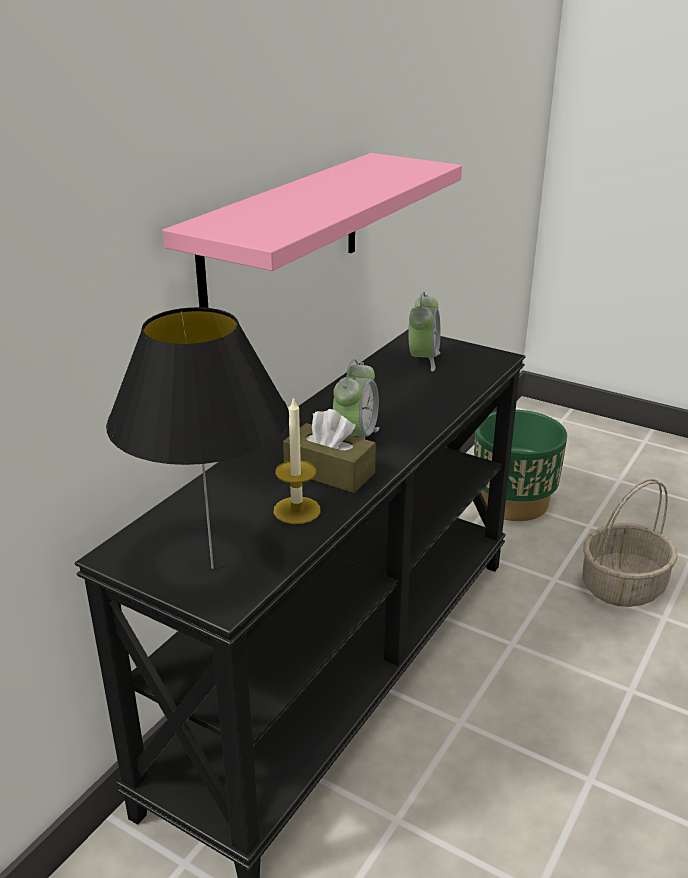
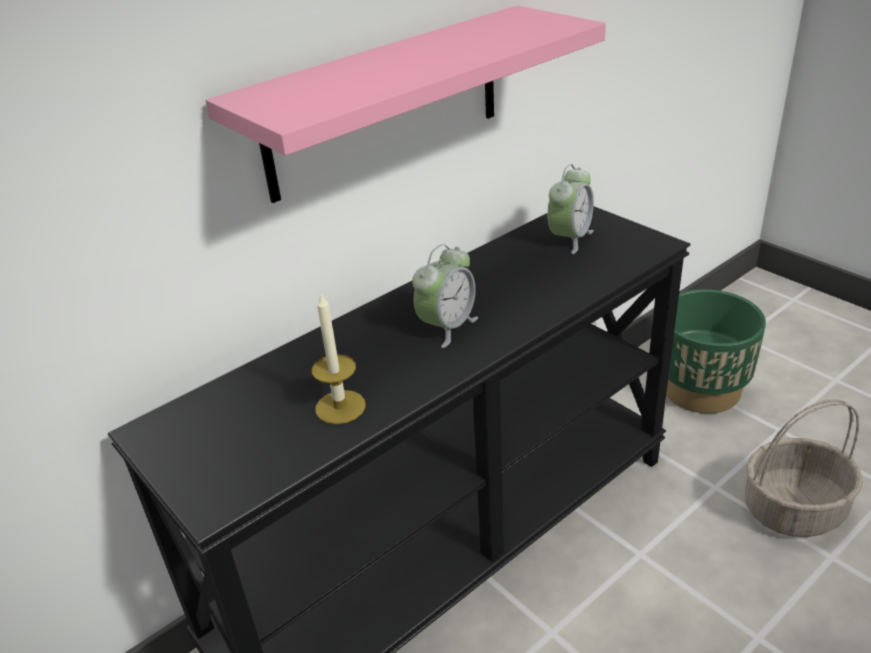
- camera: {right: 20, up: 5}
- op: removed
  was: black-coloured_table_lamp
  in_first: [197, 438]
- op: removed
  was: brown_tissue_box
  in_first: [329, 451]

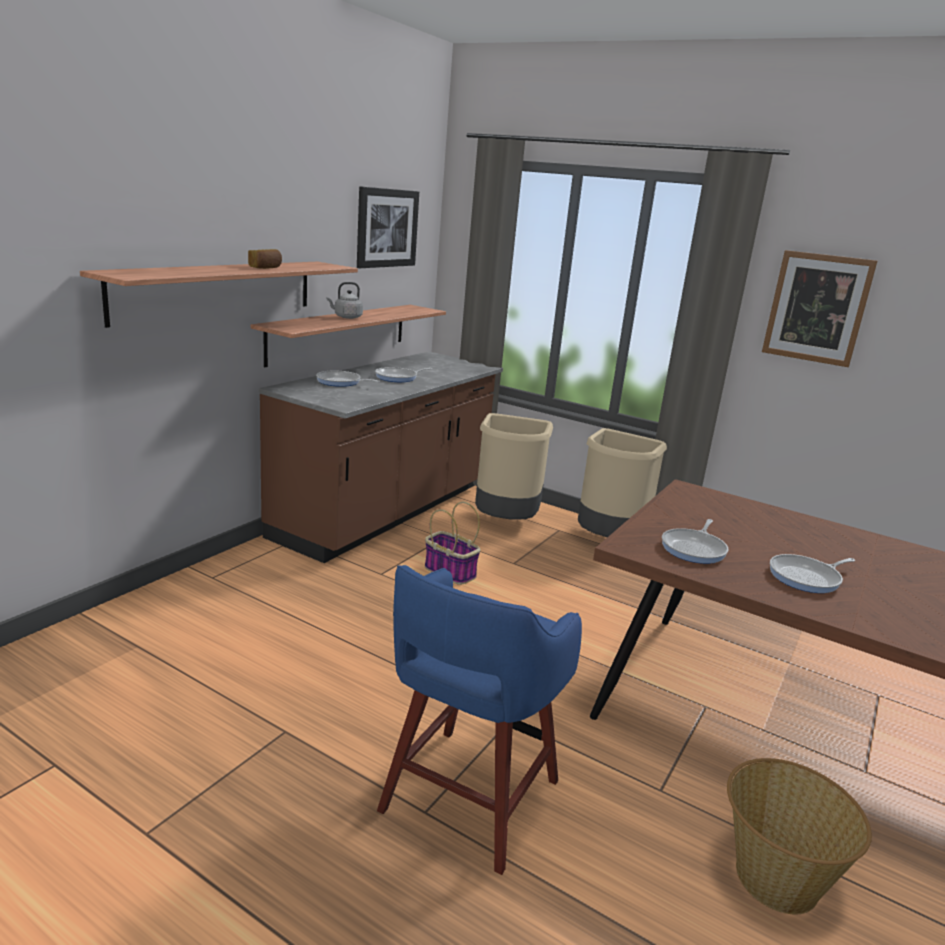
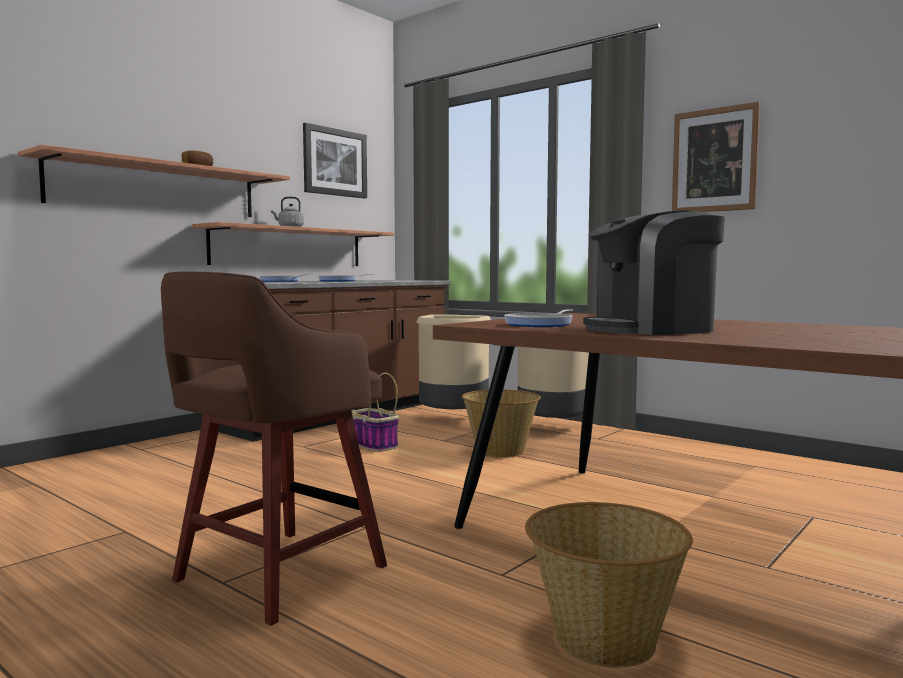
- camera: {right: 10, up: -15}
- op: added
  now: household_basket
  in_second: [501, 423]
- op: replaced
  was: frying_pan
  now: coffee_machine
  in_first: [812, 573]
  in_second: [654, 273]
- op: recoloured
  was: bluish_stool_seat
  now: brown_stool_seat
  in_first: [479, 720]
  in_second: [274, 448]

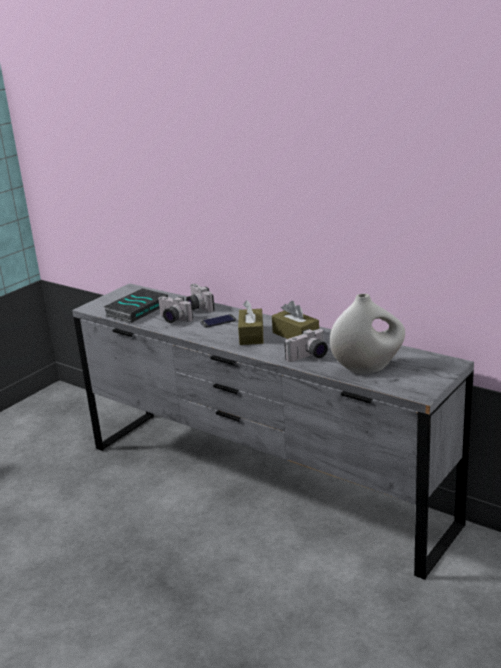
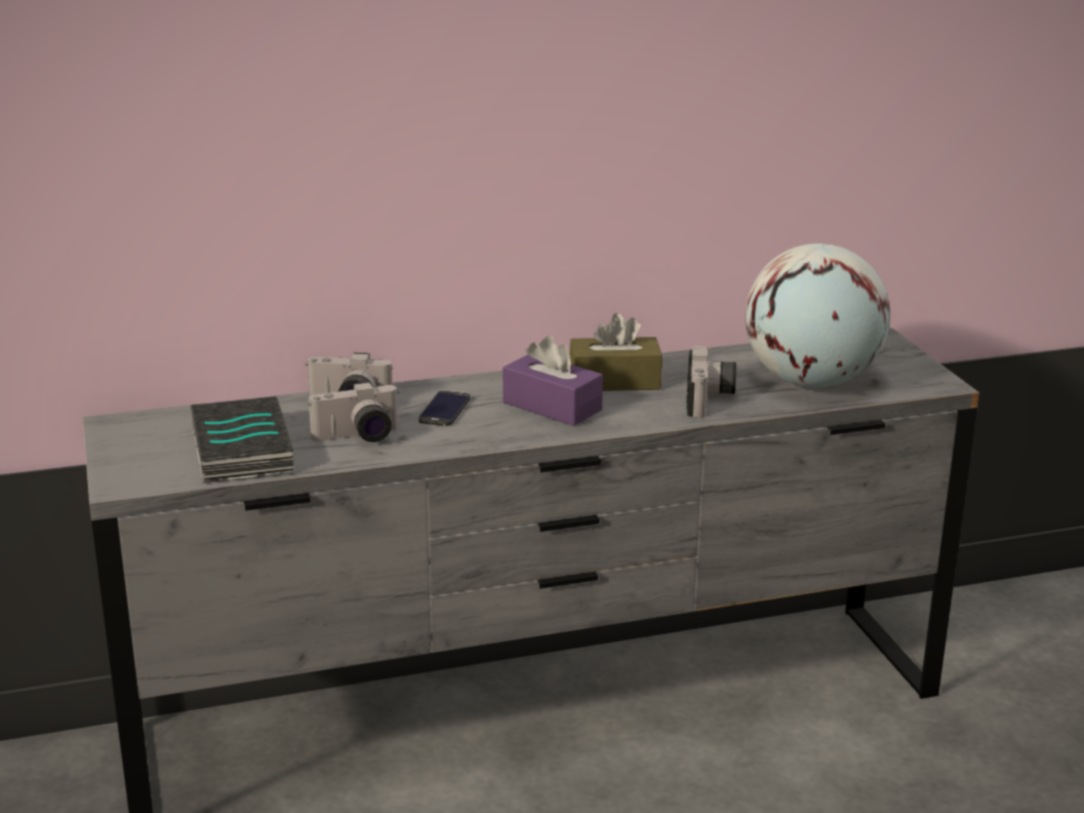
- camera: {right: -55, up: 0}
- op: replaced
  was: whitish_vase
  now: world_globe
  in_first: [367, 334]
  in_second: [817, 315]
- op: recoloured
  was: brown_tissue_box
  now: purple_tissue_box
  in_first: [250, 322]
  in_second: [553, 381]

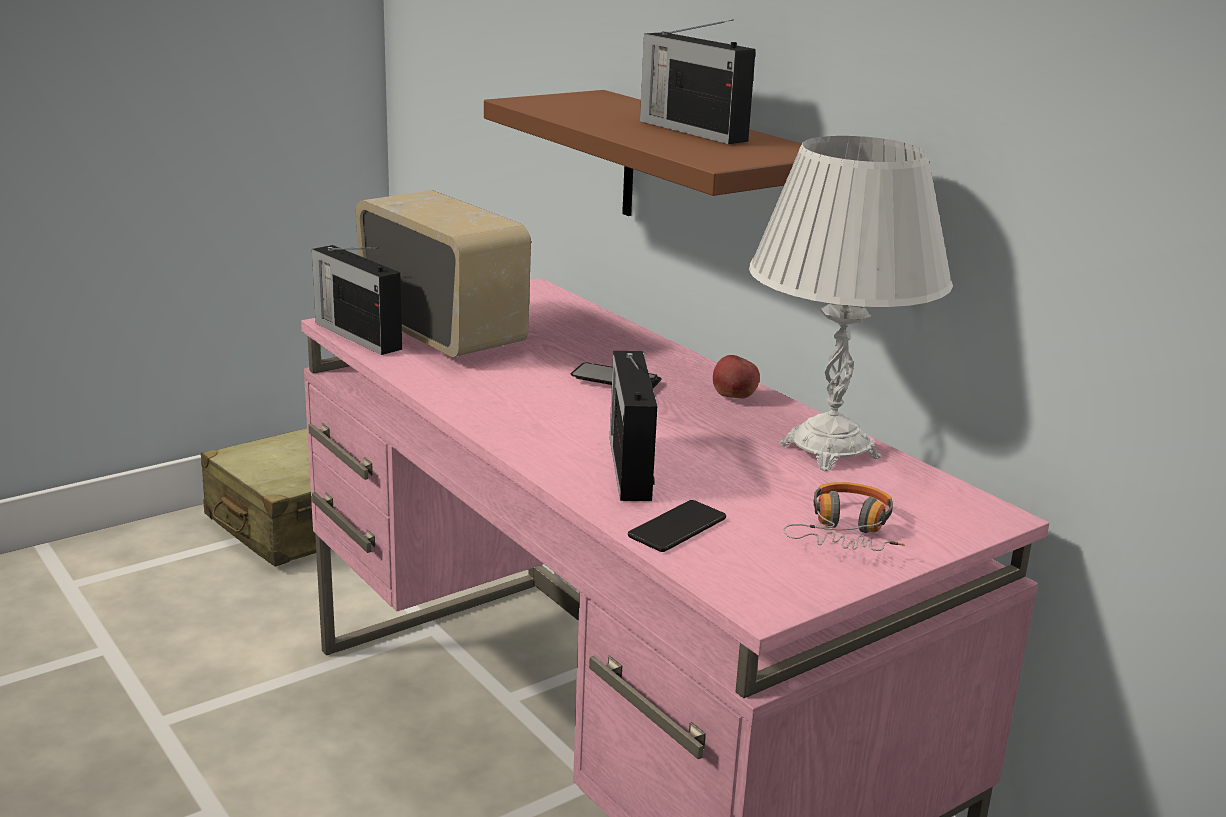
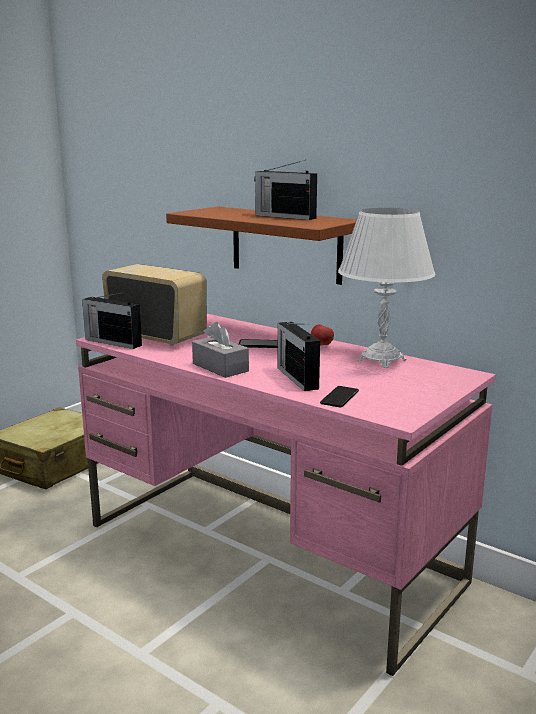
- camera: {right: -15, up: -5}
- op: removed
  was: pair_of_headphones
  in_first: [844, 516]
- op: added
  now: gray_tissue_box
  in_second: [220, 350]

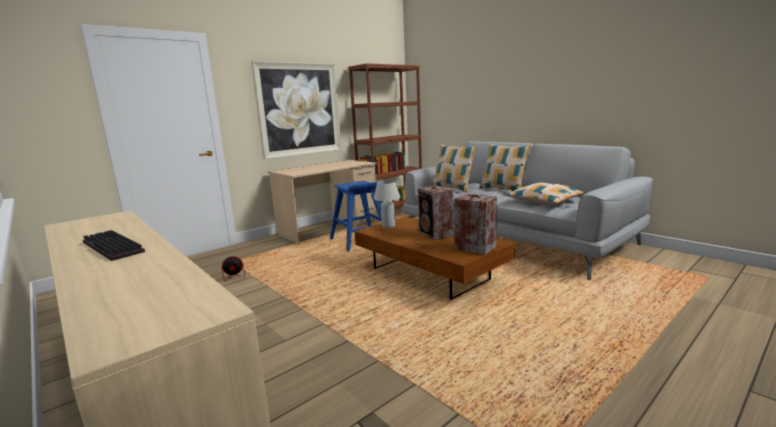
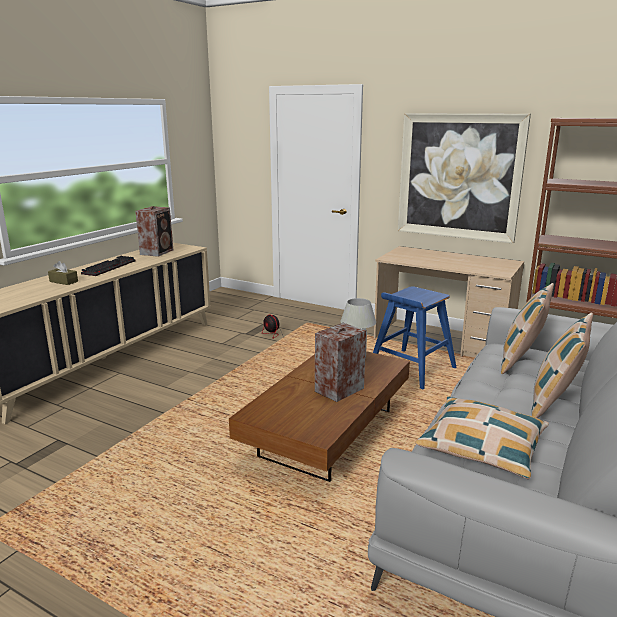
- camera: {right: 70, up: 5}
- op: added
  now: brown_tissue_box
  in_second: [63, 273]
- op: moved
  was: speaker
  in_first: [475, 224]
  in_second: [154, 231]

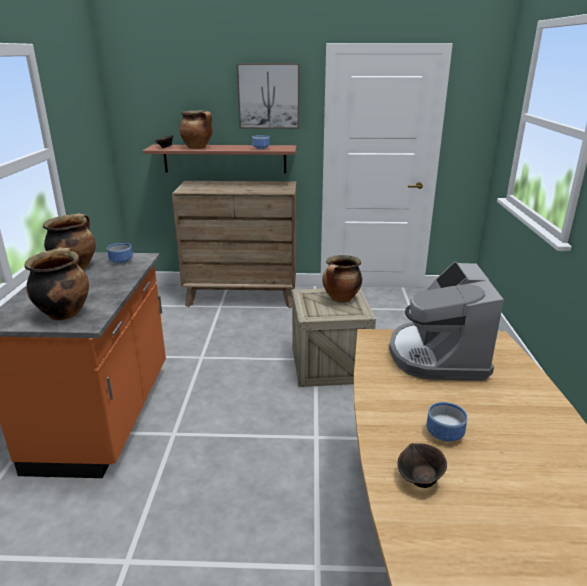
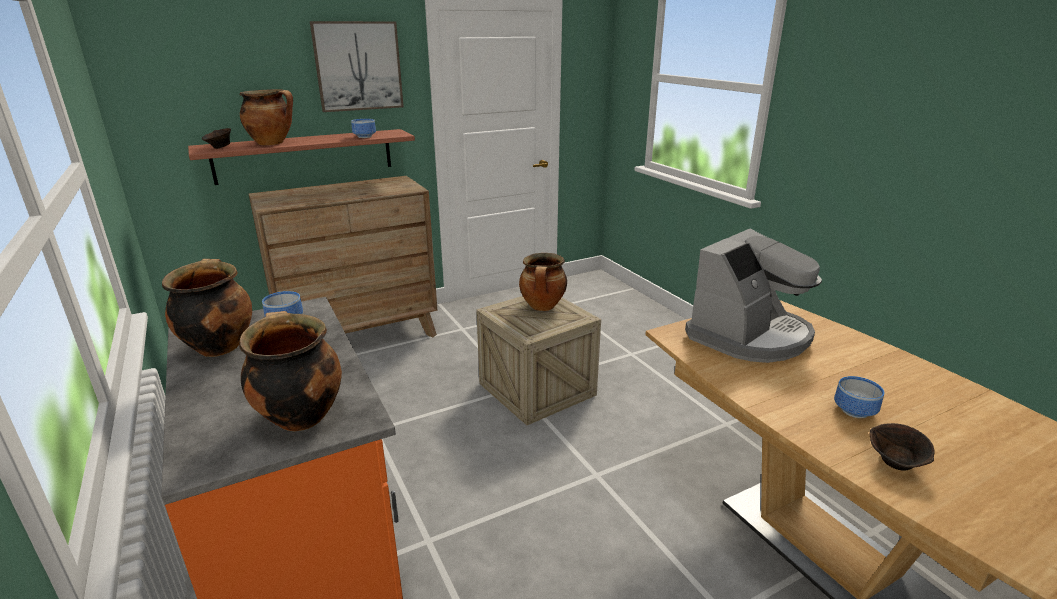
- camera: {right: -30, up: 0}
- op: turned
  was: coffee_machine
  in_first: [446, 321]
  in_second: [753, 296]
  clockwise: -105

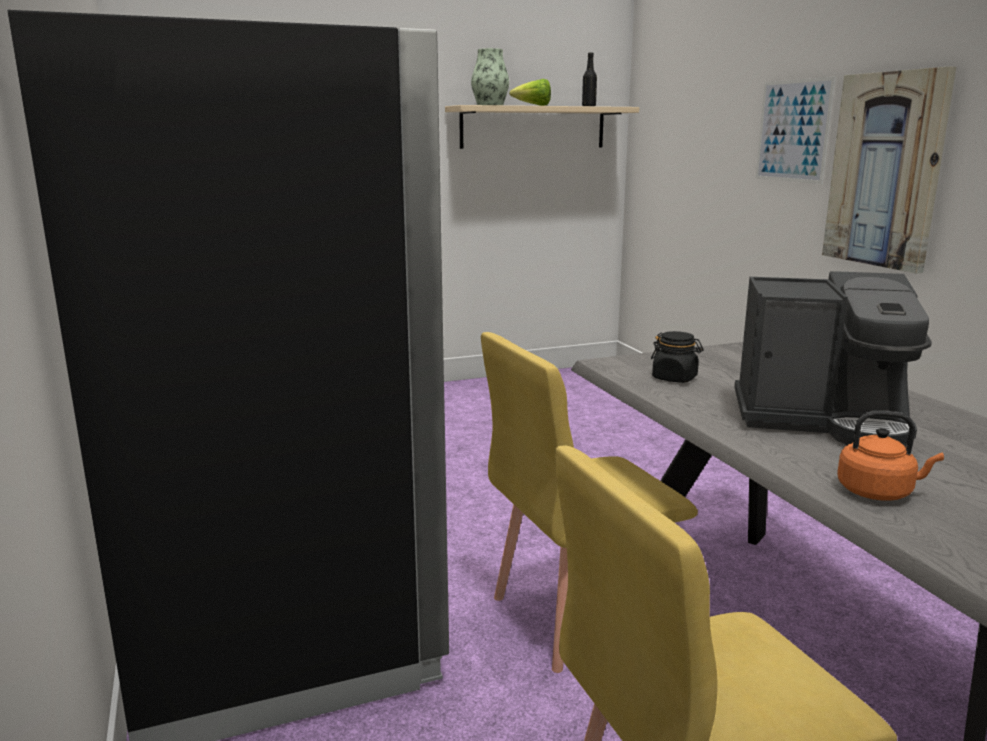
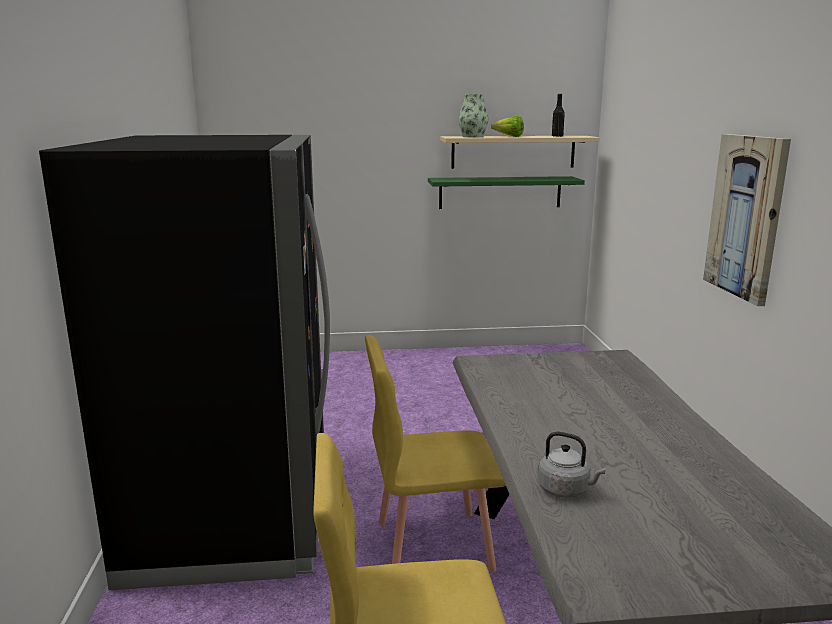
- camera: {right: 15, up: 0}
- op: removed
  was: black-coloured_preserve_jar
  in_first: [677, 357]
- op: removed
  was: coffee_machine
  in_first: [833, 359]
- op: removed
  was: picture
  in_first: [796, 130]
- op: added
  now: green_wall_shelf
  in_second: [506, 192]
- op: recoloured
  was: orangey_tea_kettle
  now: gray_tea_kettle
  in_first: [890, 455]
  in_second: [572, 465]

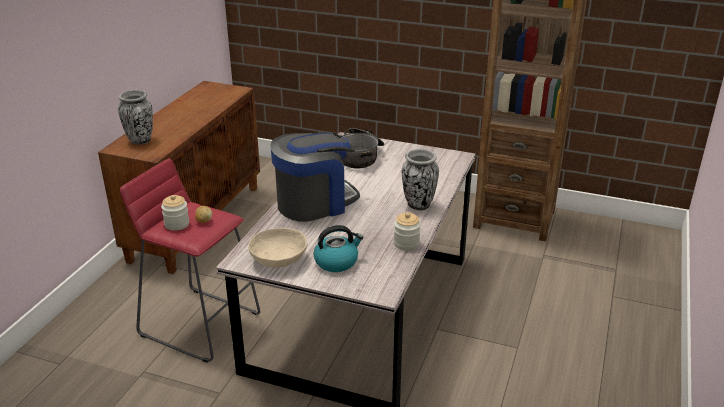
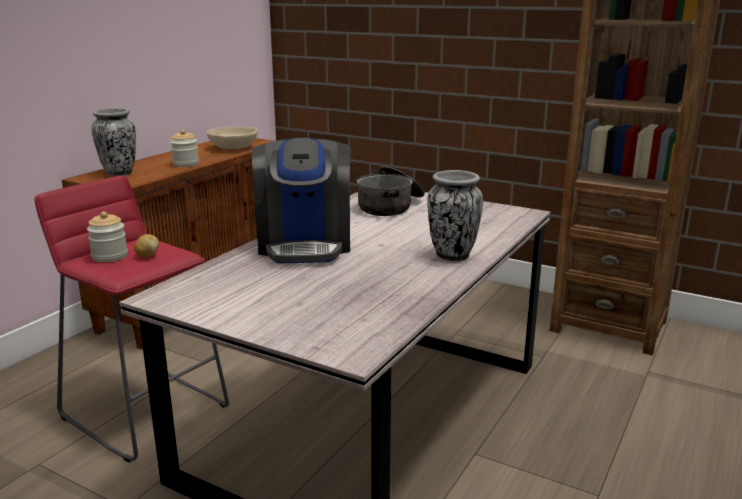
- camera: {right: 10, up: -10}
- op: removed
  was: tea_kettle
  in_first: [338, 248]
- op: moved
  was: sand-coloured_serving_bowl
  in_first: [277, 247]
  in_second: [232, 138]
- op: moved
  was: preserve_jar
  in_first: [407, 231]
  in_second: [184, 148]
- op: turned
  was: coffee_machine
  in_first: [315, 177]
  in_second: [301, 200]
  clockwise: 105

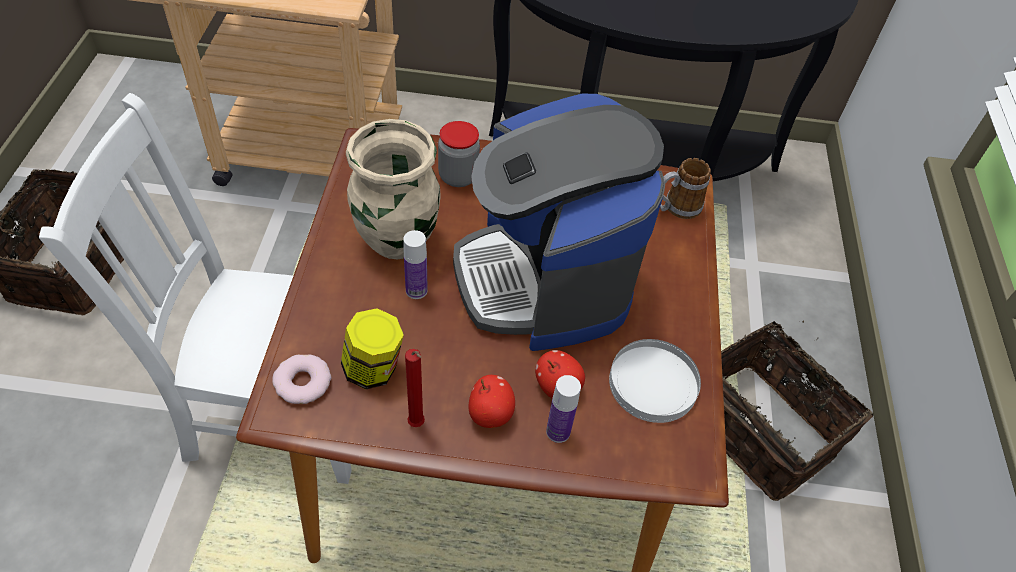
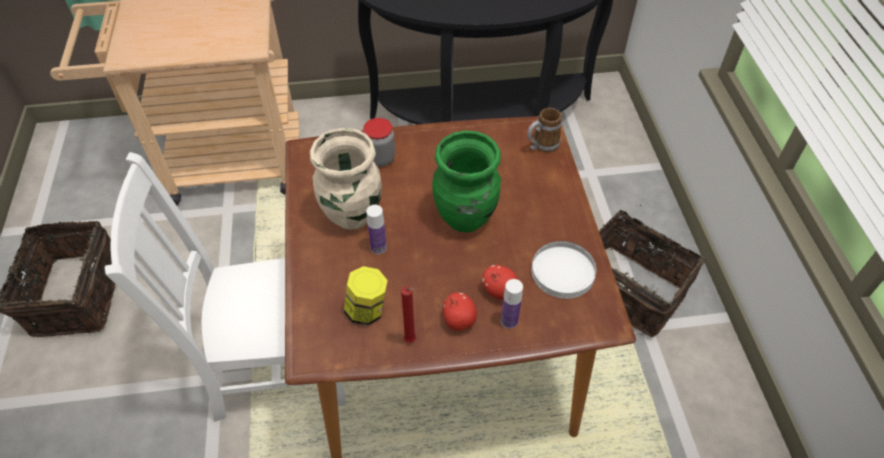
- camera: {right: -10, up: 0}
- op: removed
  was: donut
  in_first: [301, 379]
- op: replaced
  was: coffee_machine
  now: green_vase
  in_first: [559, 222]
  in_second: [466, 181]

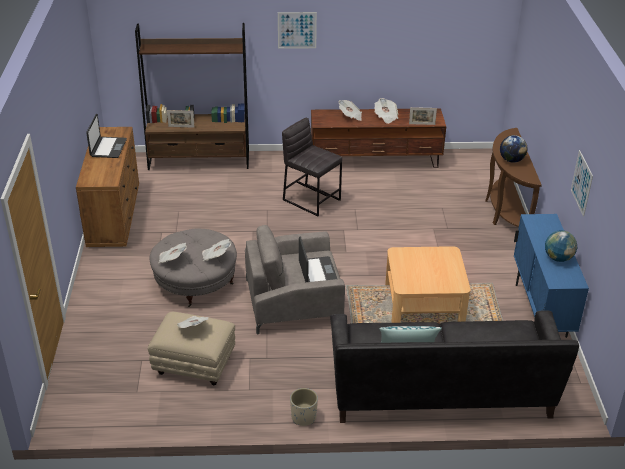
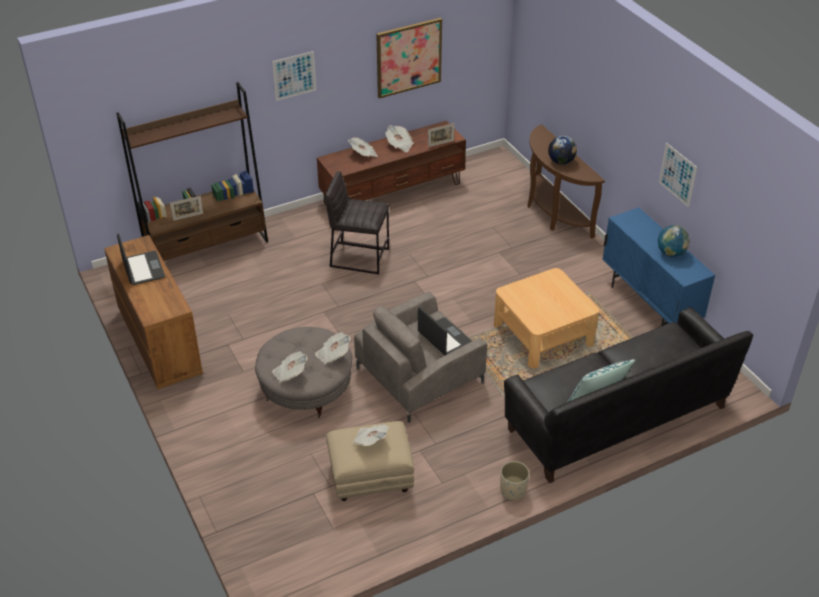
- camera: {right: -25, up: 5}
- op: added
  now: picture
  in_second: [409, 58]

